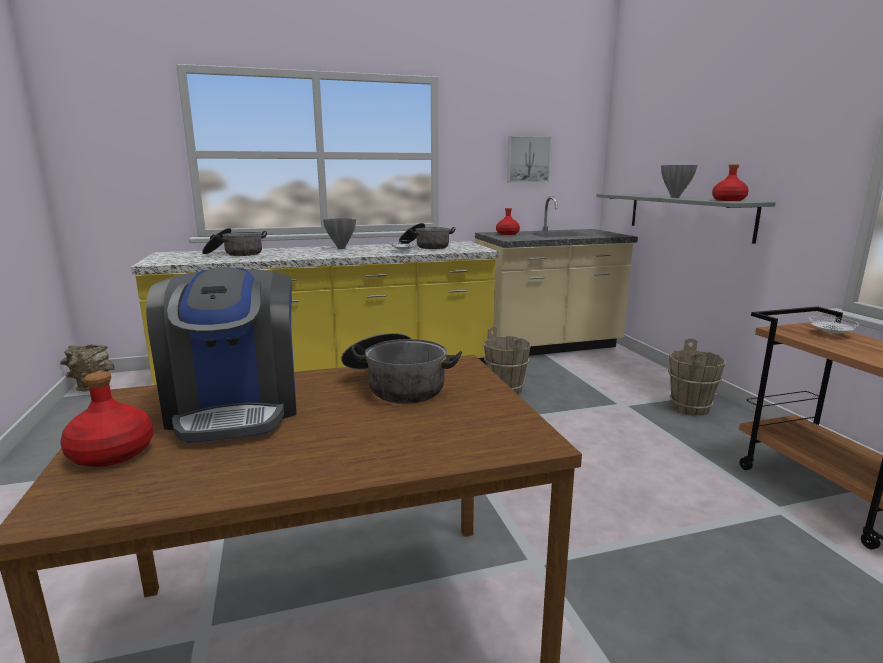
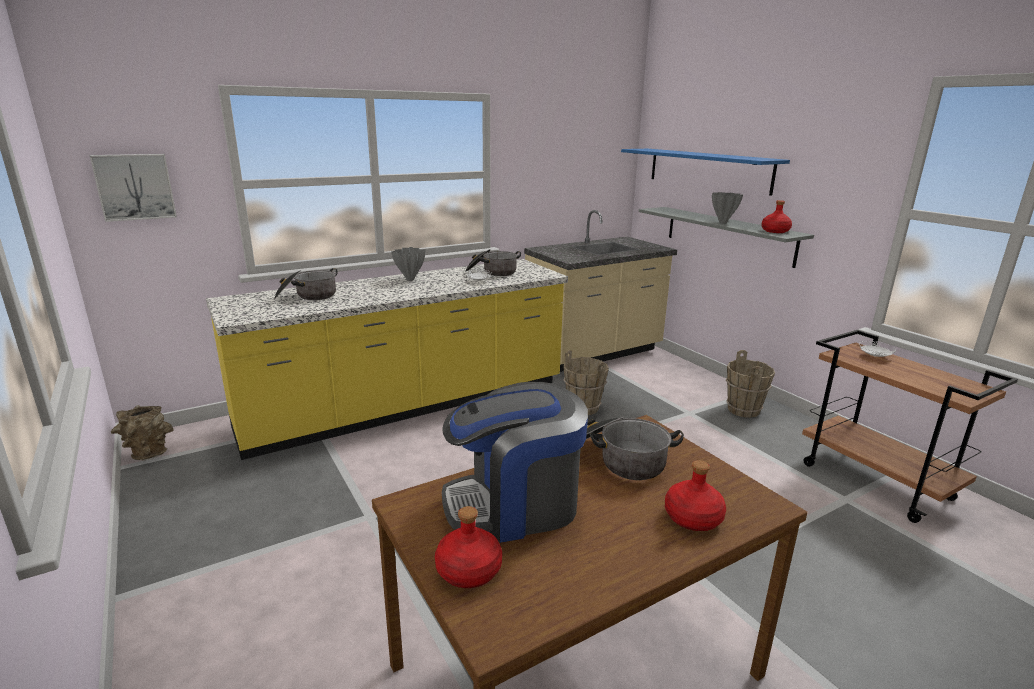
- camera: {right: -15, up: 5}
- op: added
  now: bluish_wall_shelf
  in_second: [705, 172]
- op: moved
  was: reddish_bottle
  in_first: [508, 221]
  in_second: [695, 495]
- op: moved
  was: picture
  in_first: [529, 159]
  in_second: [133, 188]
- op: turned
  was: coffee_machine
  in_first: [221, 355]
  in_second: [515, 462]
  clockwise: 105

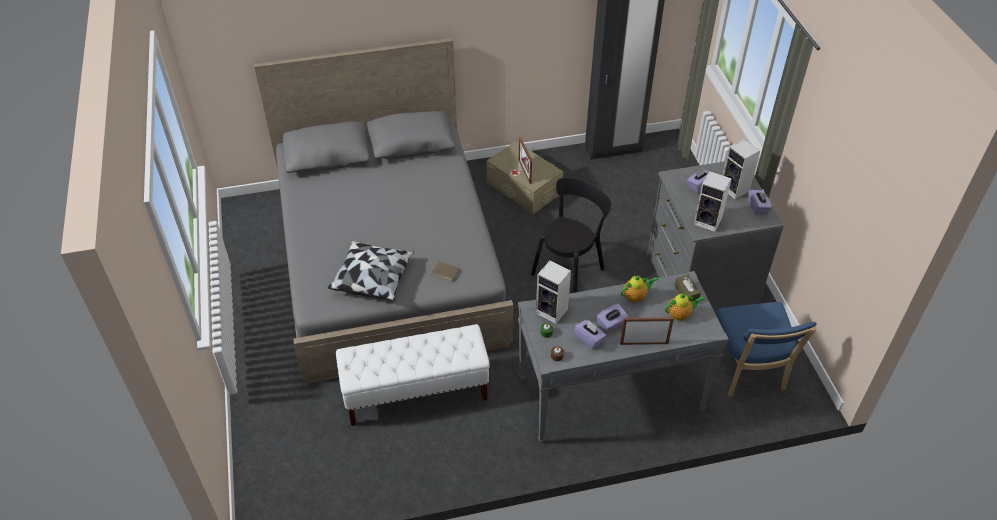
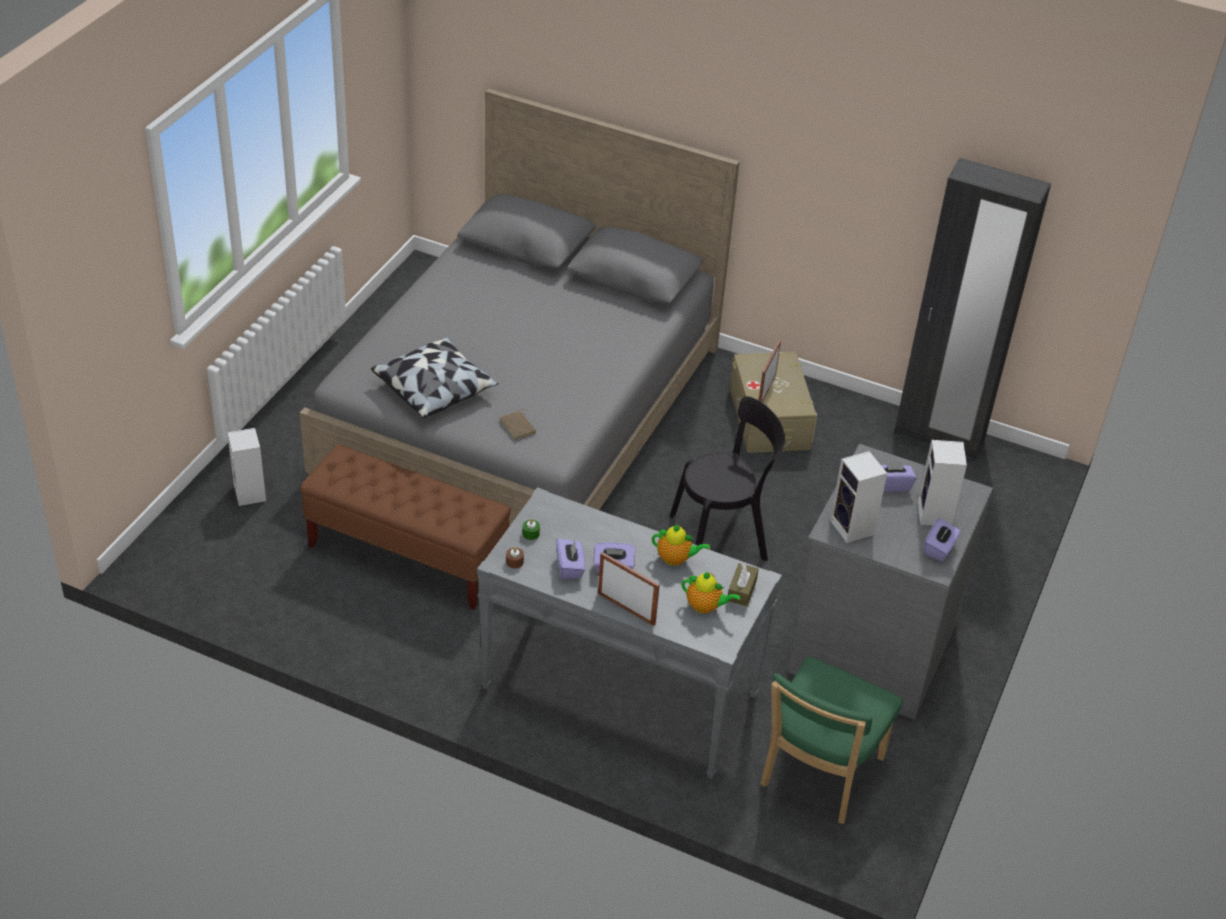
- camera: {right: 35, up: -5}
- op: moved
  was: speaker
  in_first: [553, 292]
  in_second: [246, 467]
- op: recoloured
  was: whitish_indoor_bench
  now: brown_indoor_bench
  in_first: [413, 375]
  in_second: [405, 527]
- op: recoloured
  was: bluish_upright_chair
  now: green_upright_chair
  in_first: [766, 349]
  in_second: [831, 740]

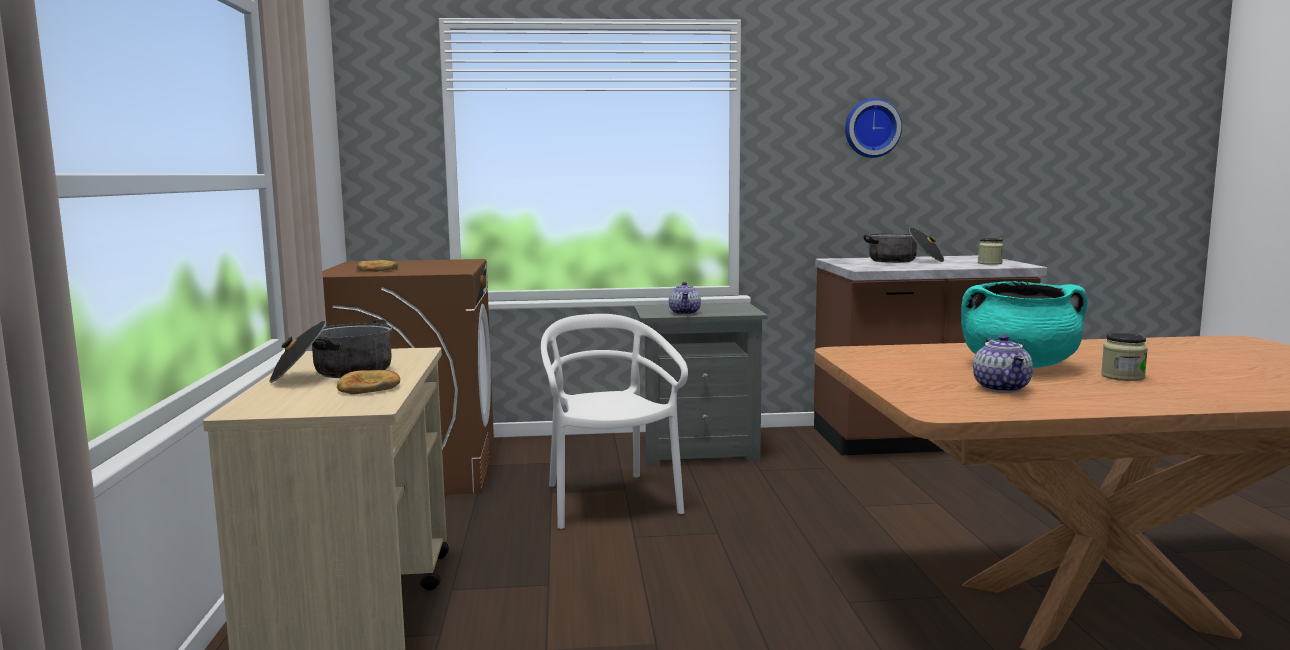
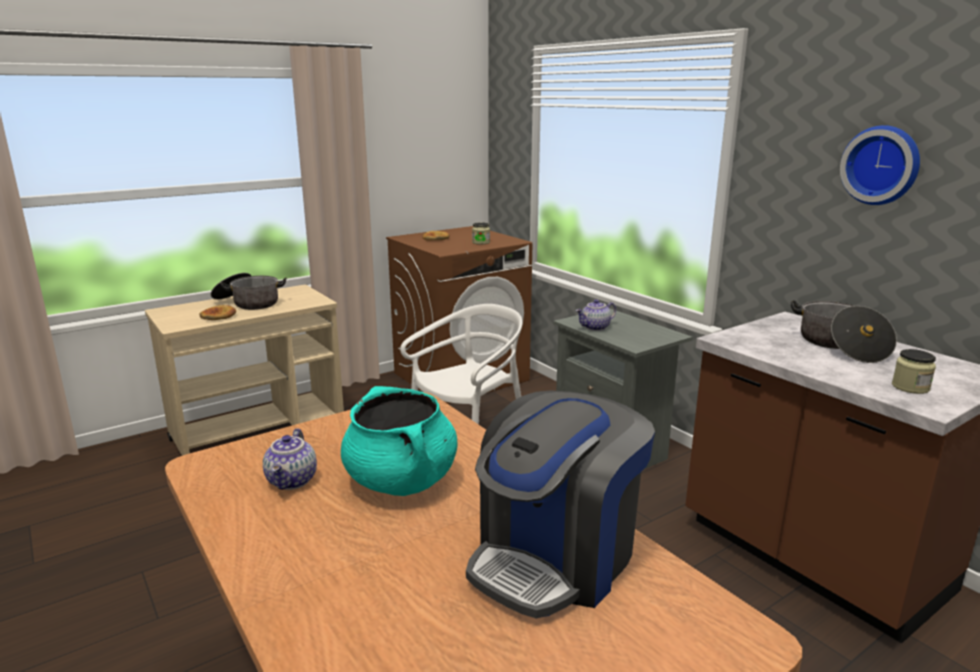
- camera: {right: 60, up: 10}
- op: added
  now: coffee_machine
  in_second: [560, 504]
- op: moved
  was: preserve_jar
  in_first: [1124, 357]
  in_second: [481, 233]
- op: turned
  was: tea_pot
  in_first: [1003, 363]
  in_second: [290, 459]
  clockwise: -60

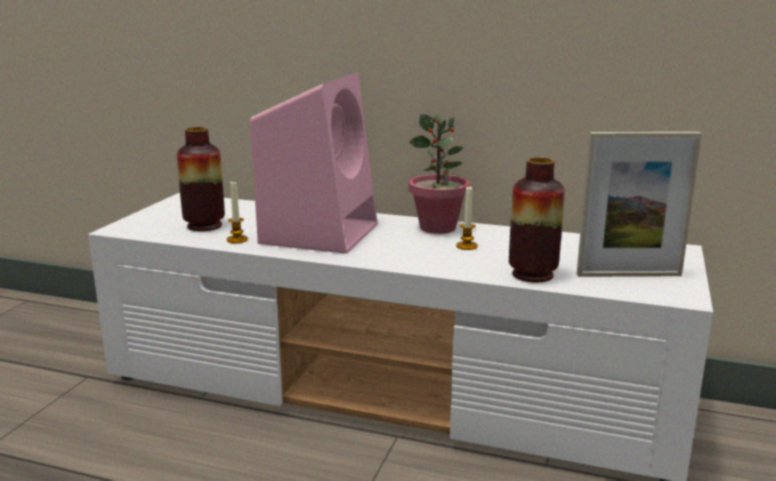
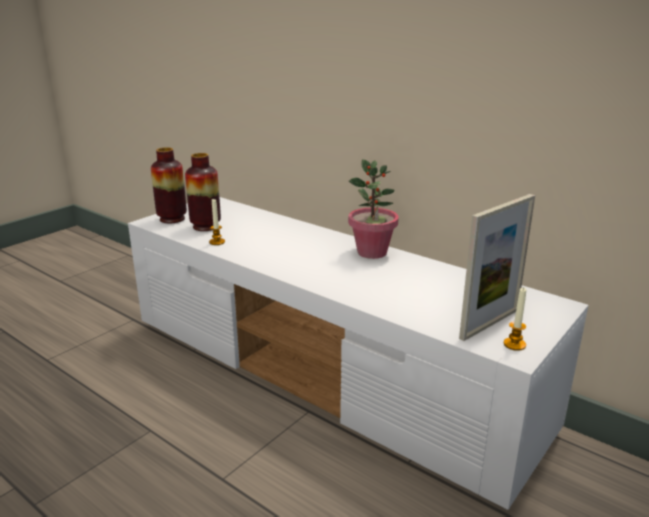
- camera: {right: 20, up: 5}
- op: removed
  was: pinkish_speaker
  in_first: [313, 163]
- op: moved
  was: wax_candle
  in_first: [467, 218]
  in_second: [515, 319]
- op: moved
  was: vase
  in_first: [537, 219]
  in_second: [169, 185]
- op: turned
  was: standing_frame
  in_first: [639, 204]
  in_second: [497, 267]
  clockwise: -60

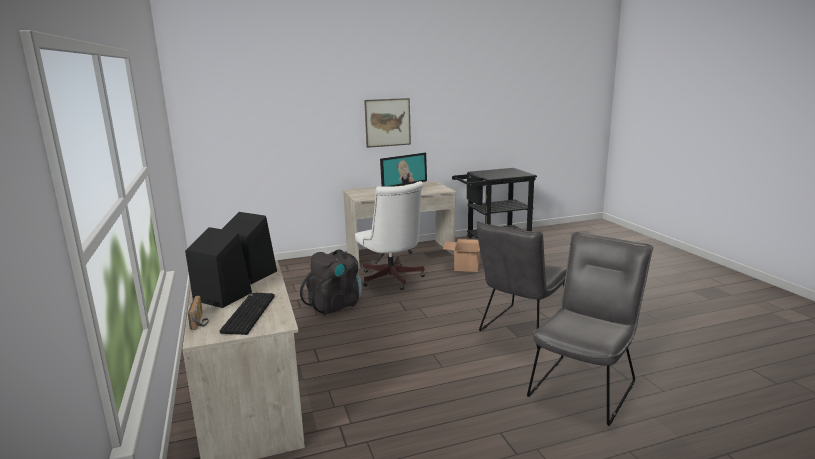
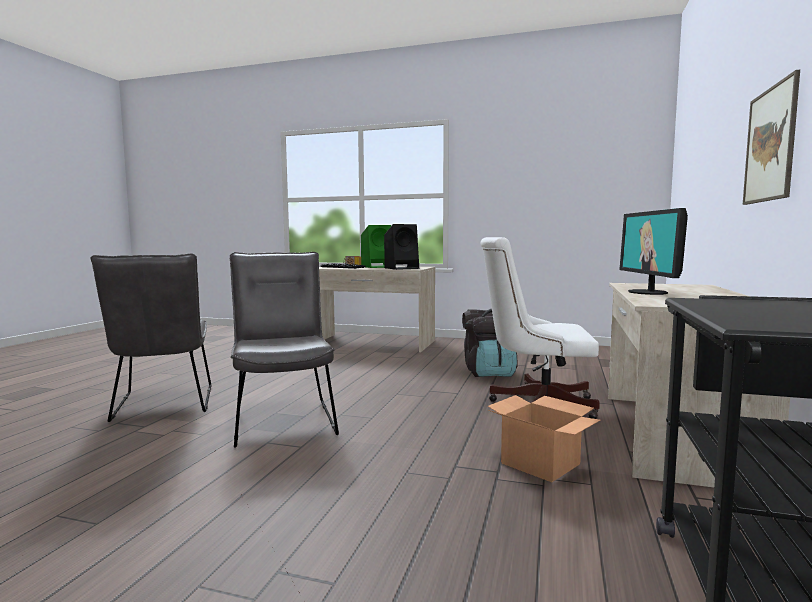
- camera: {right: 125, up: -10}
- op: recoloured
  was: black-coloured_speaker
  now: green_speaker
  in_first: [218, 267]
  in_second: [376, 246]

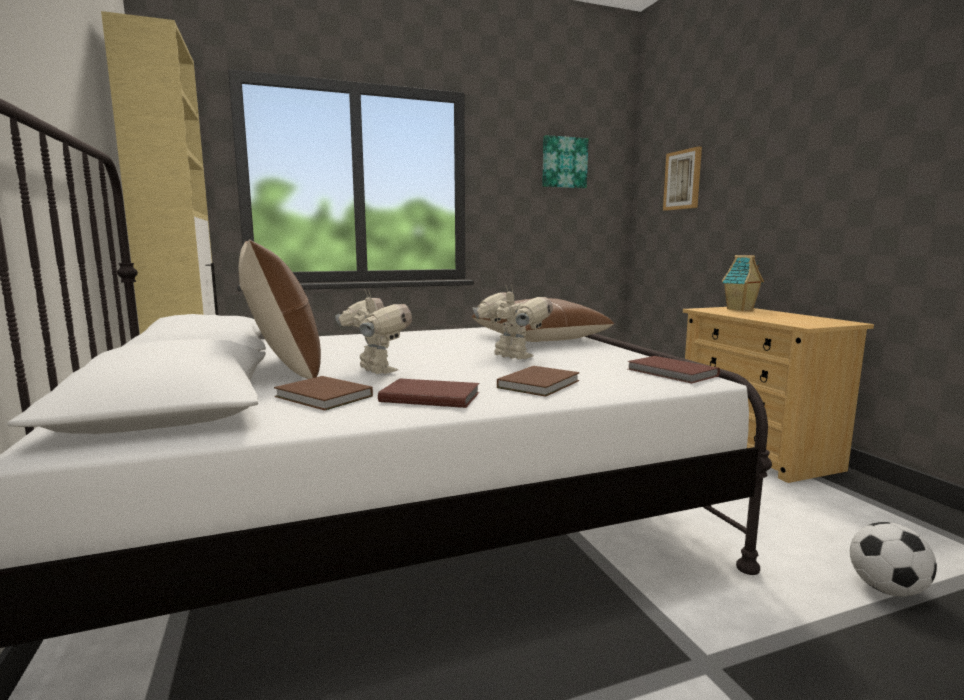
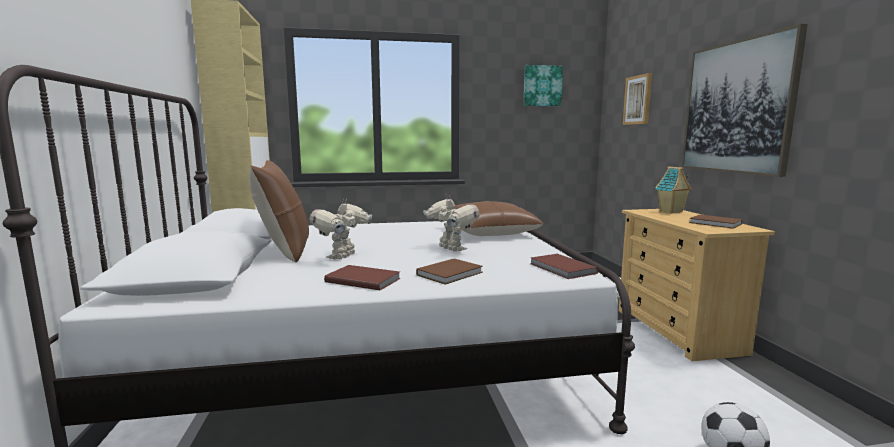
- camera: {right: 10, up: 0}
- op: added
  now: picture
  in_second: [745, 100]
- op: moved
  was: brown_bound_book
  in_first: [323, 393]
  in_second: [716, 222]
- op: turned
  was: robot_figure
  in_first: [374, 331]
  in_second: [340, 229]
  clockwise: -135

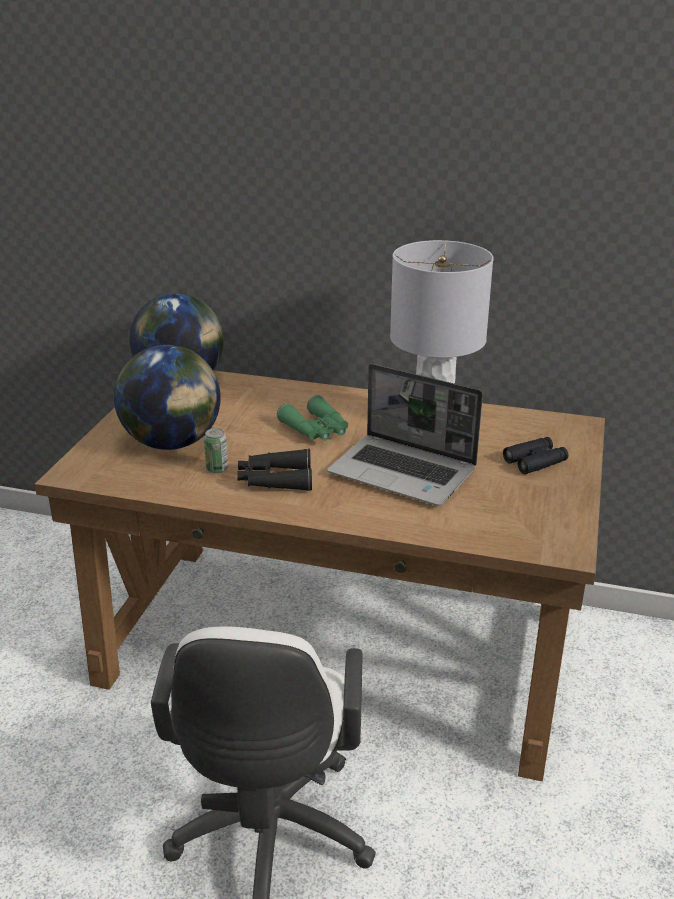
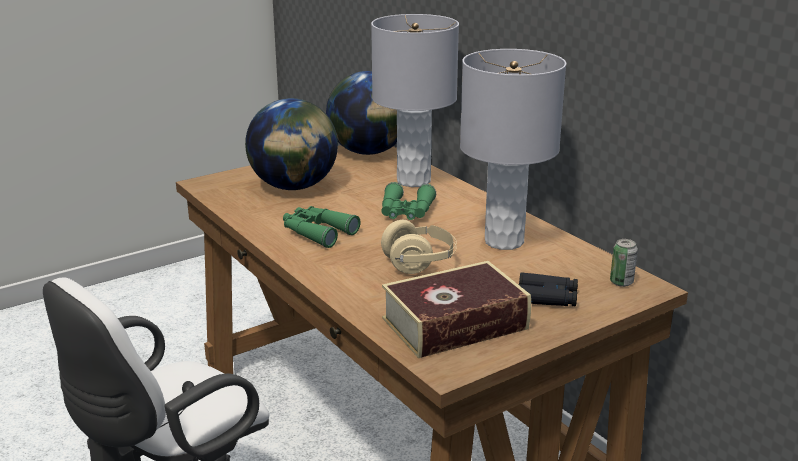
- camera: {right: 40, up: -5}
- op: added
  now: gray_table_lamp
  in_second: [415, 100]
- op: added
  now: bound_book
  in_second: [456, 309]
- op: moved
  was: can
  in_first: [216, 451]
  in_second: [624, 263]
- op: replaced
  was: portable_computer
  now: sand-coloured_pair_of_headphones
  in_first: [405, 435]
  in_second: [419, 247]
- op: recoloured
  was: black-coloured_pair_of_binoculars
  now: green_pair_of_binoculars
  in_first: [274, 470]
  in_second: [321, 227]

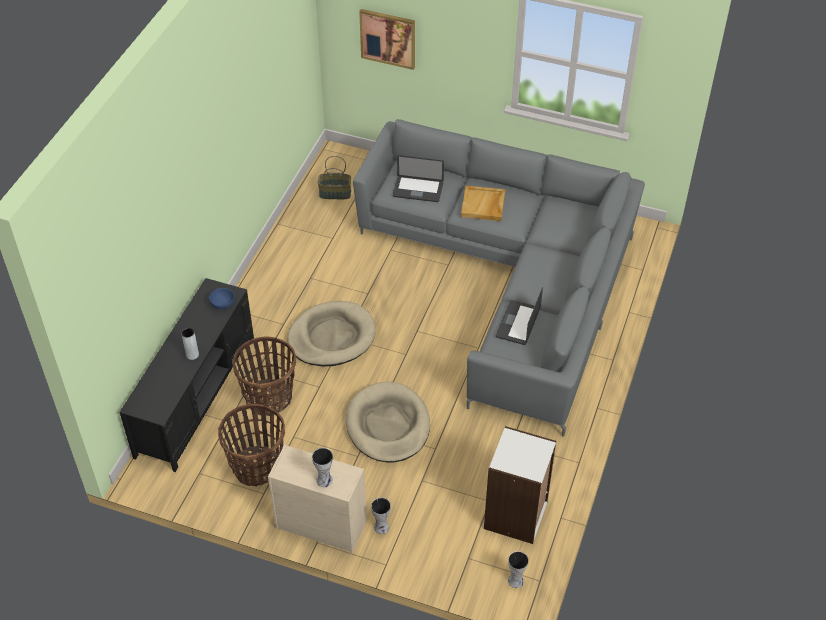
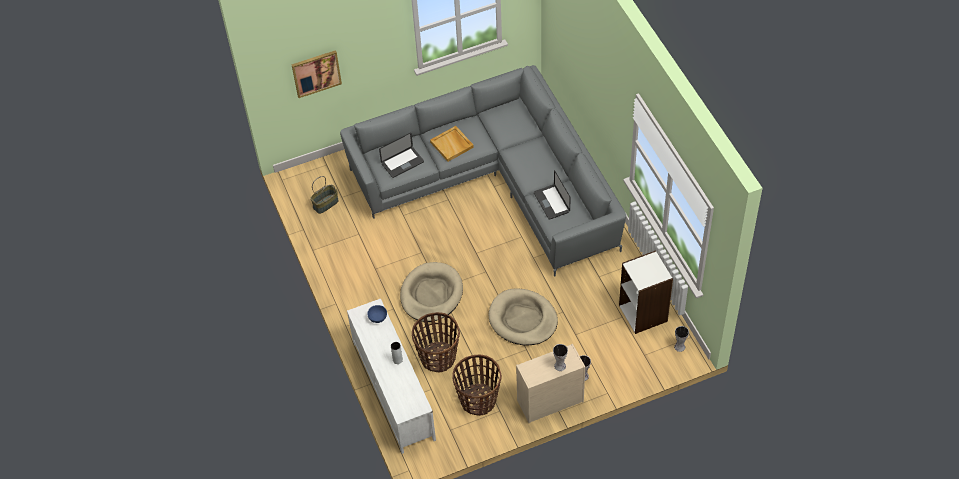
- camera: {right: -40, up: 5}
- op: recoloured
  was: black-coloured_tv_unit
  now: whitish_tv_unit
  in_first: [186, 375]
  in_second: [391, 376]

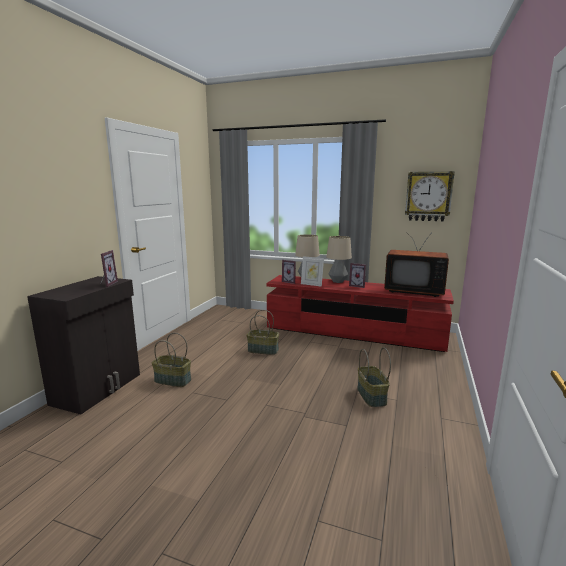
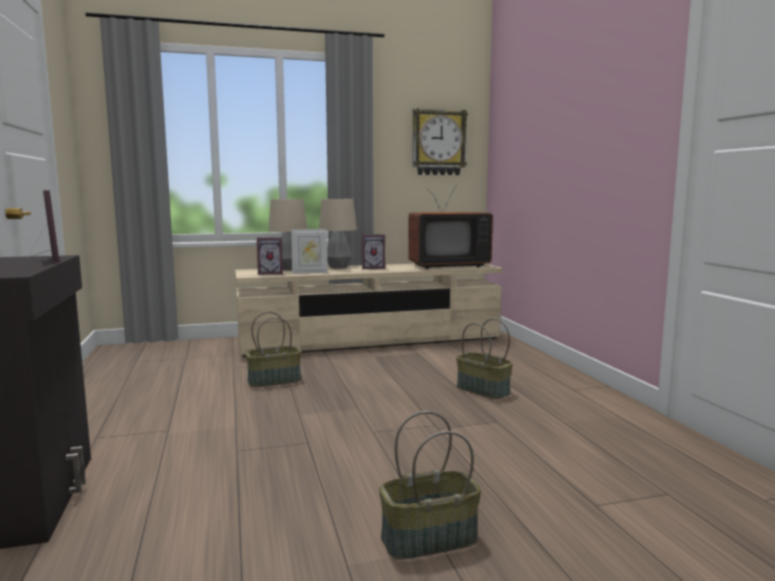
- camera: {right: -35, up: -5}
- op: moved
  was: household_basket
  in_first: [171, 360]
  in_second: [430, 485]
- op: recoloured
  was: reddish_tv_unit
  now: sand-coloured_tv_unit
  in_first: [360, 313]
  in_second: [368, 310]

